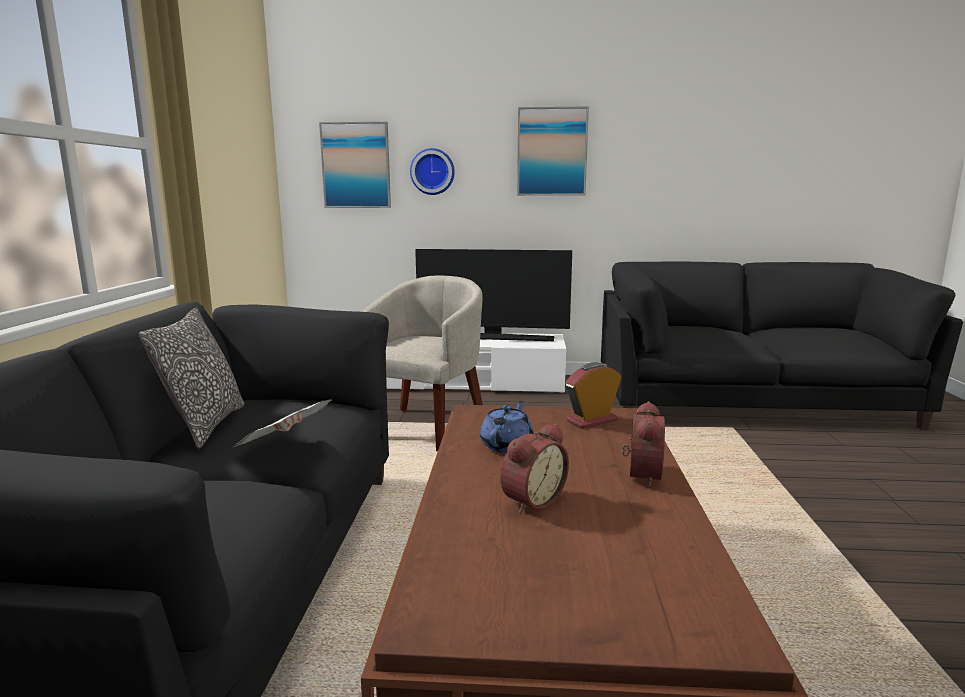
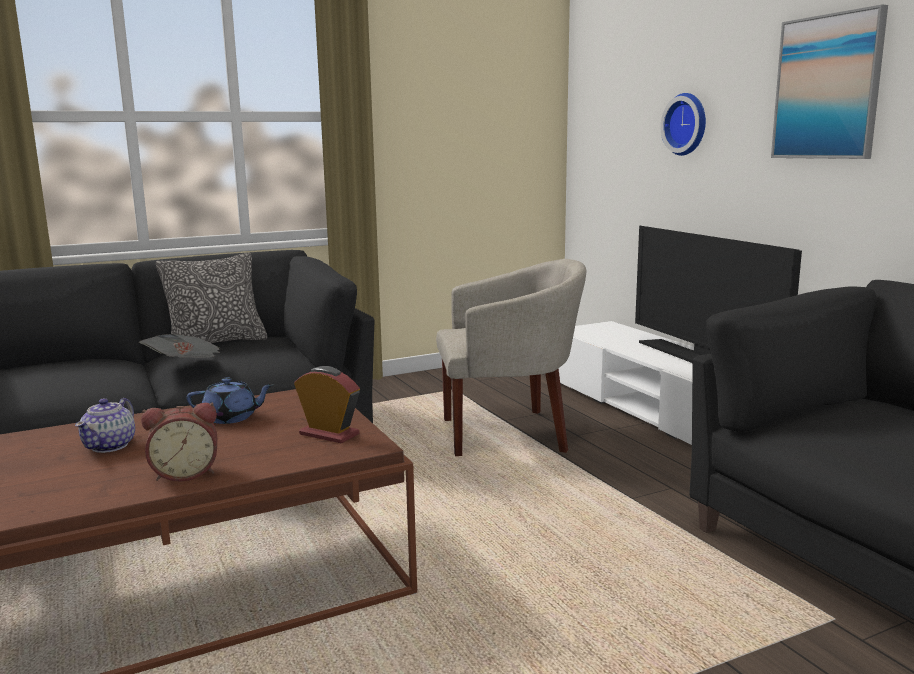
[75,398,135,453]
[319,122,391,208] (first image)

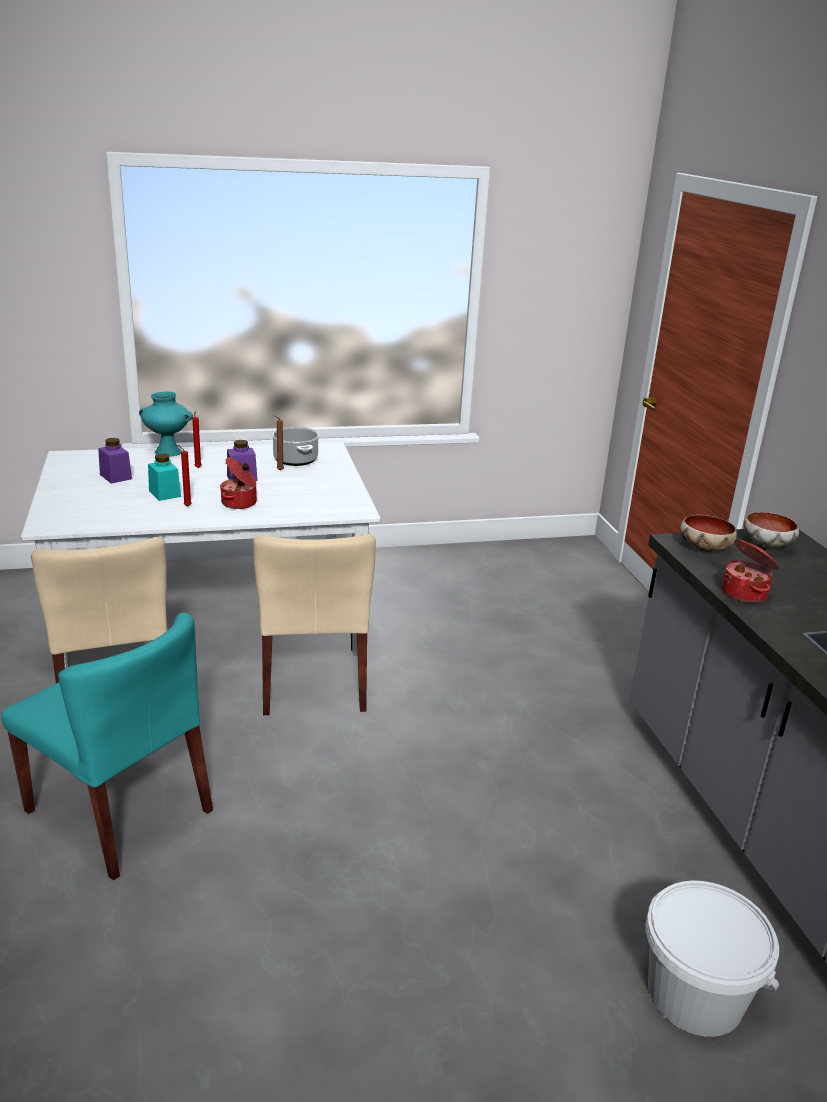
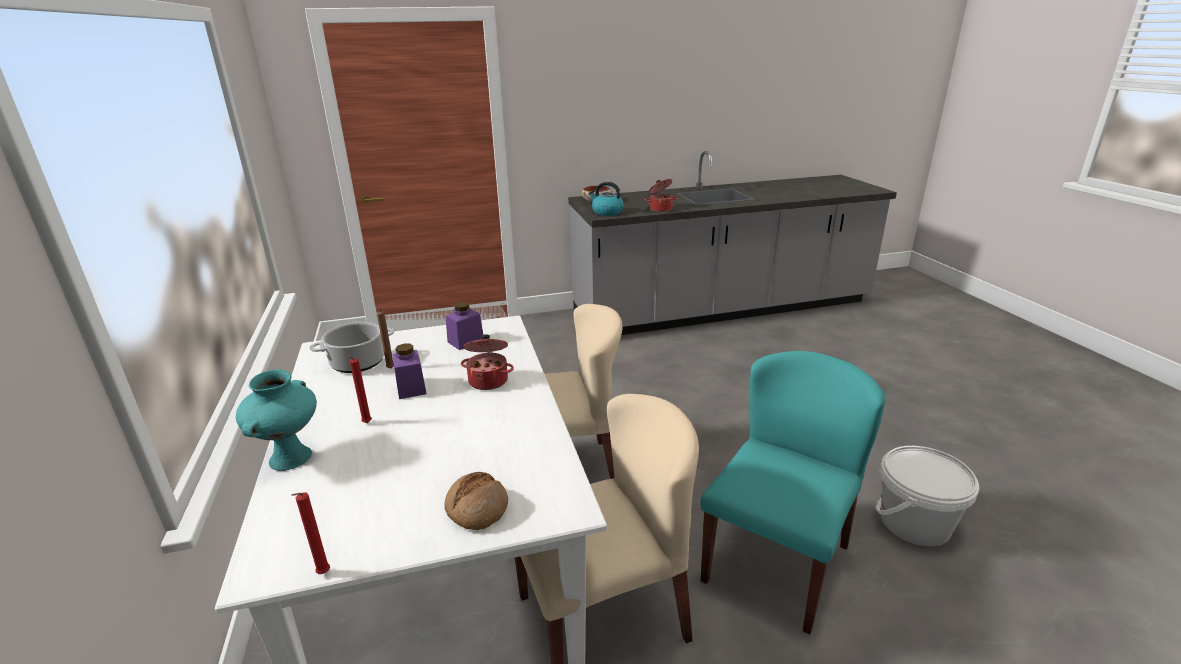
[291,493,330,574]
[444,472,508,530]
[445,302,483,350]
[588,182,624,216]
[875,446,979,546]
[148,454,181,501] (first image)

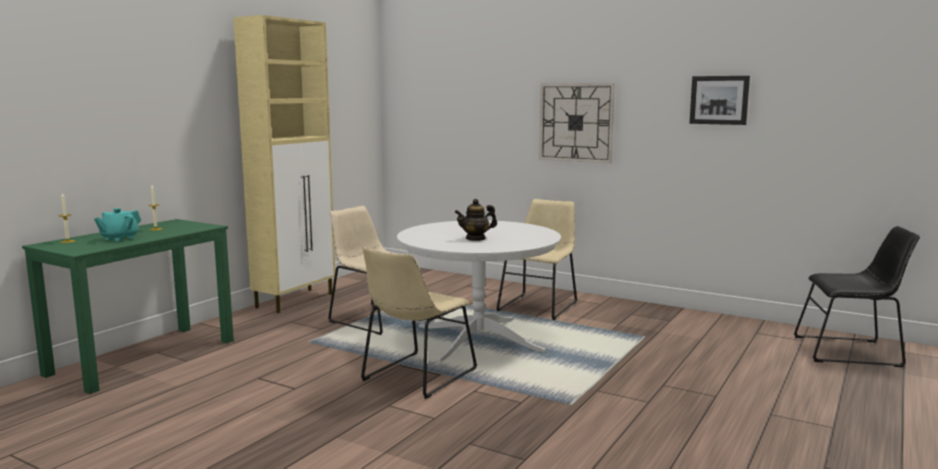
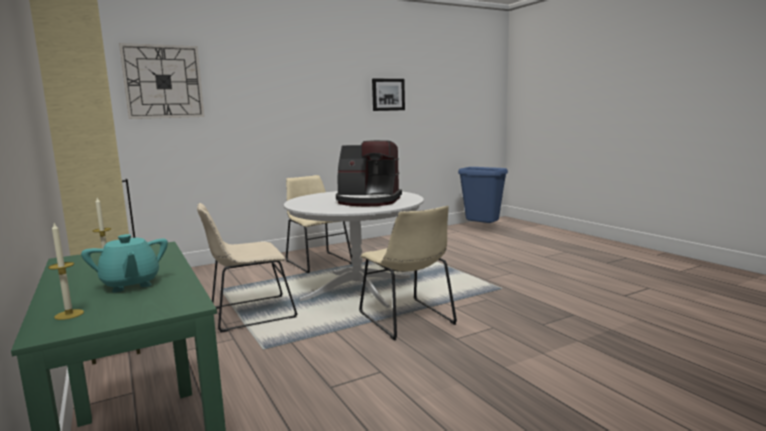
[119,43,204,119]
[336,140,402,206]
[458,167,508,223]

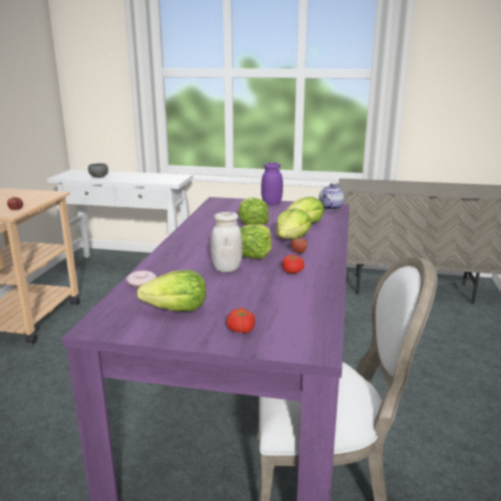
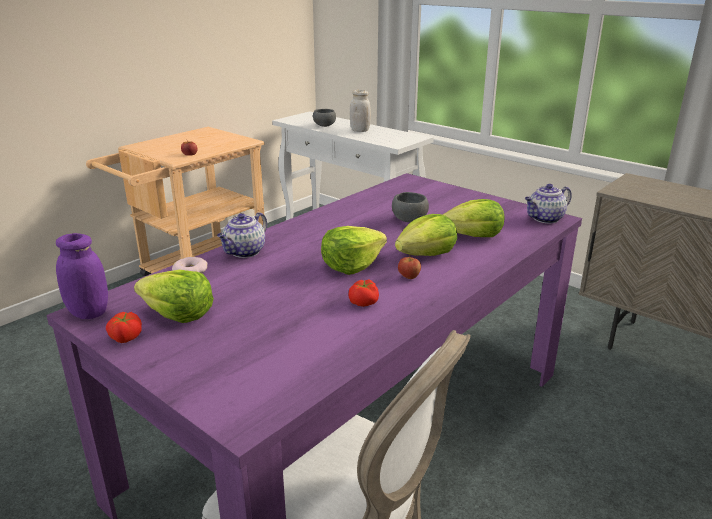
[56,233,108,319]
[106,312,142,343]
[217,212,267,258]
[350,90,371,132]
[392,192,429,222]

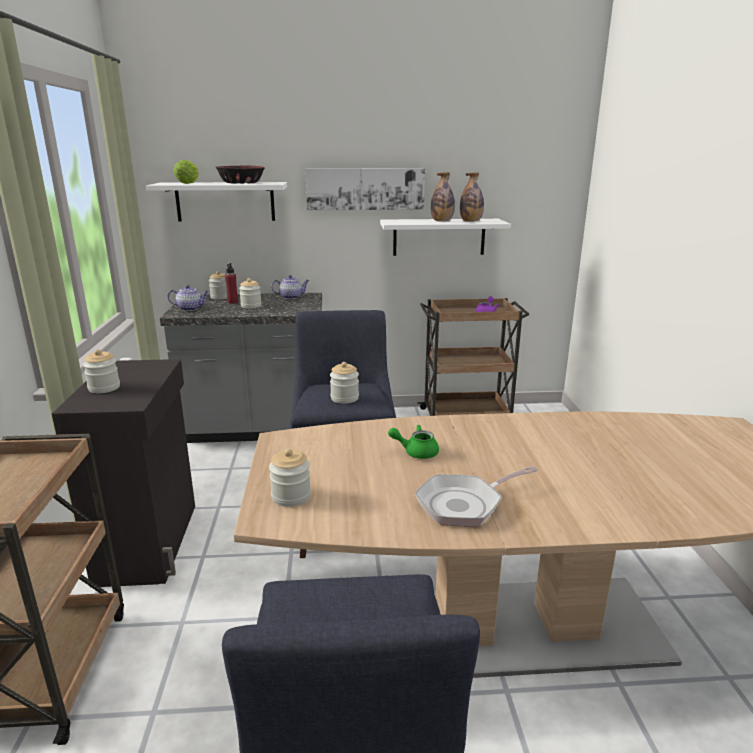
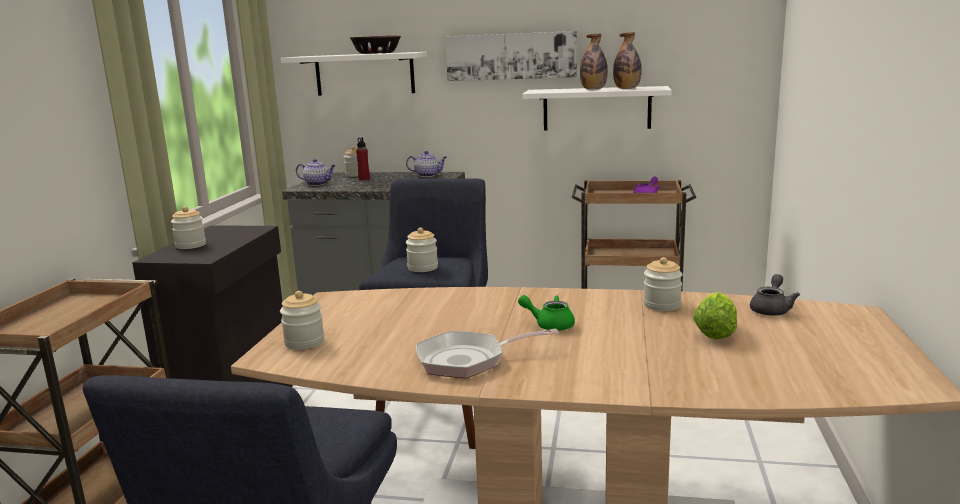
[518,295,575,331]
[643,257,683,311]
[693,292,737,339]
[750,274,800,316]

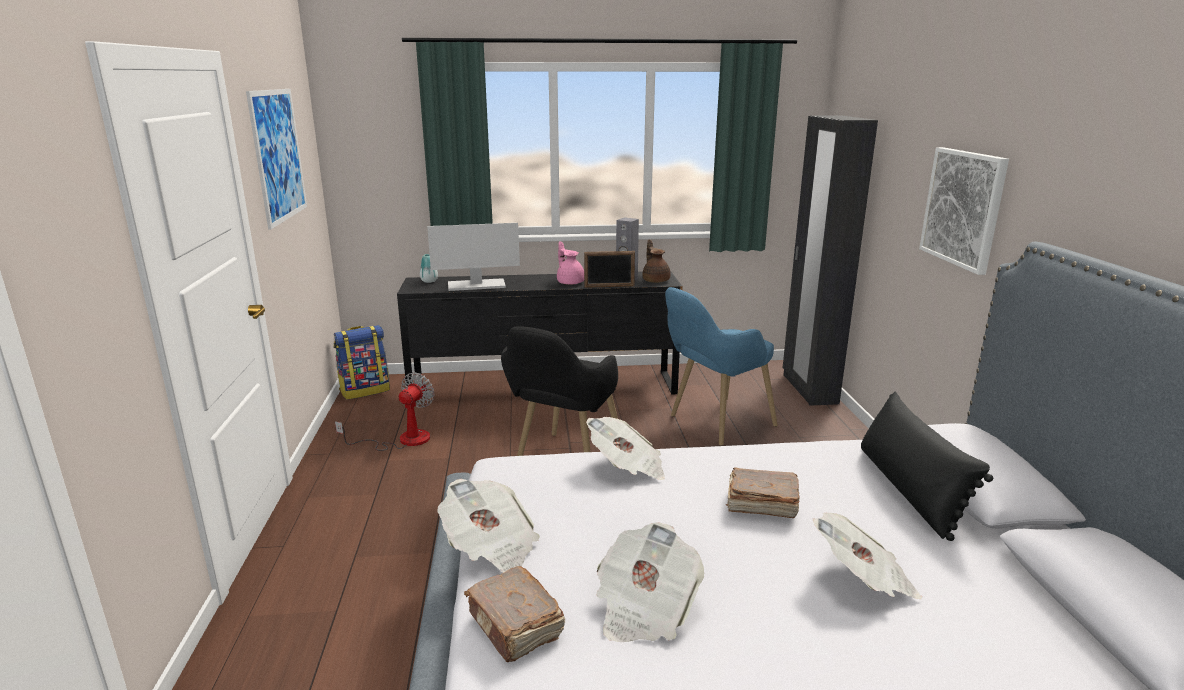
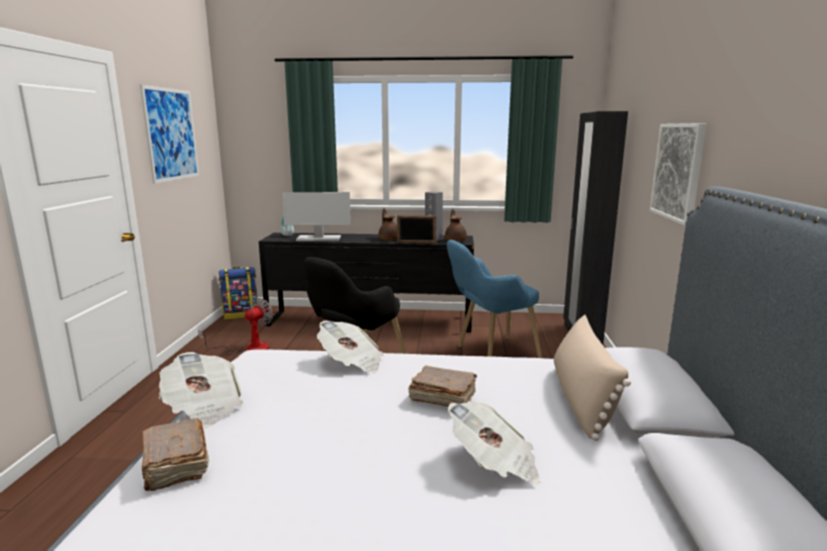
[379,208,397,241]
[554,315,631,441]
[596,522,704,642] (first image)

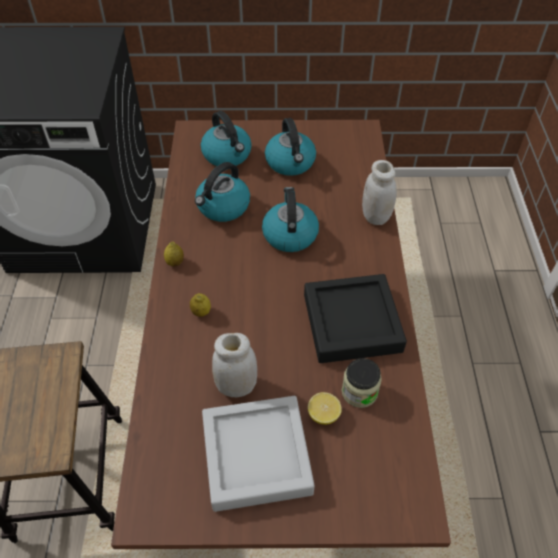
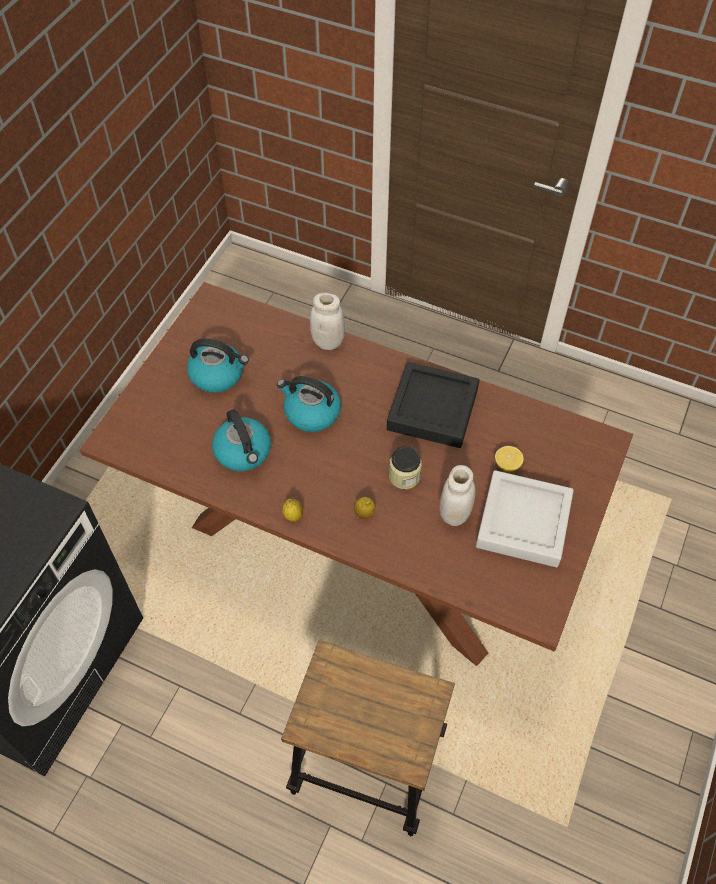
[389,446,422,489]
[201,111,252,166] (first image)

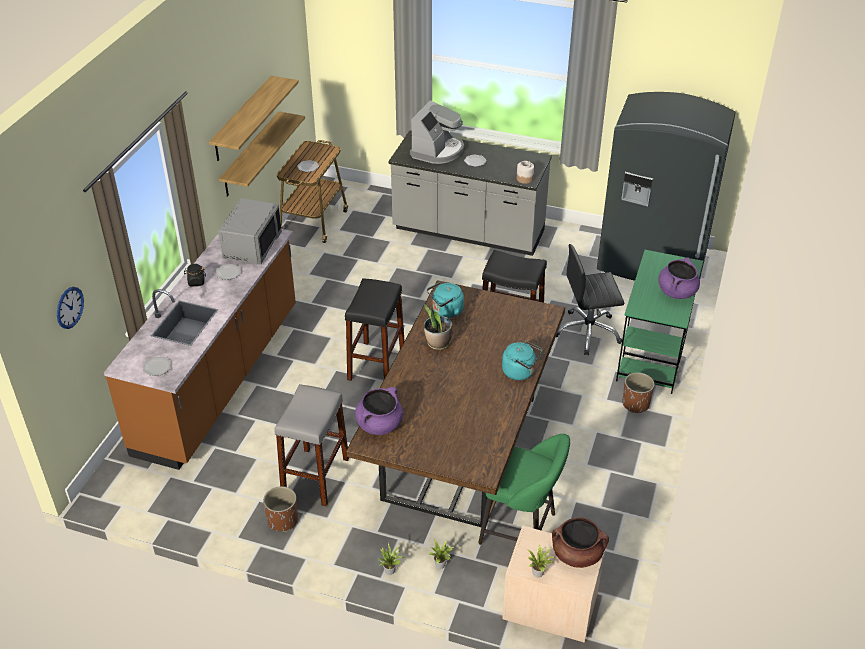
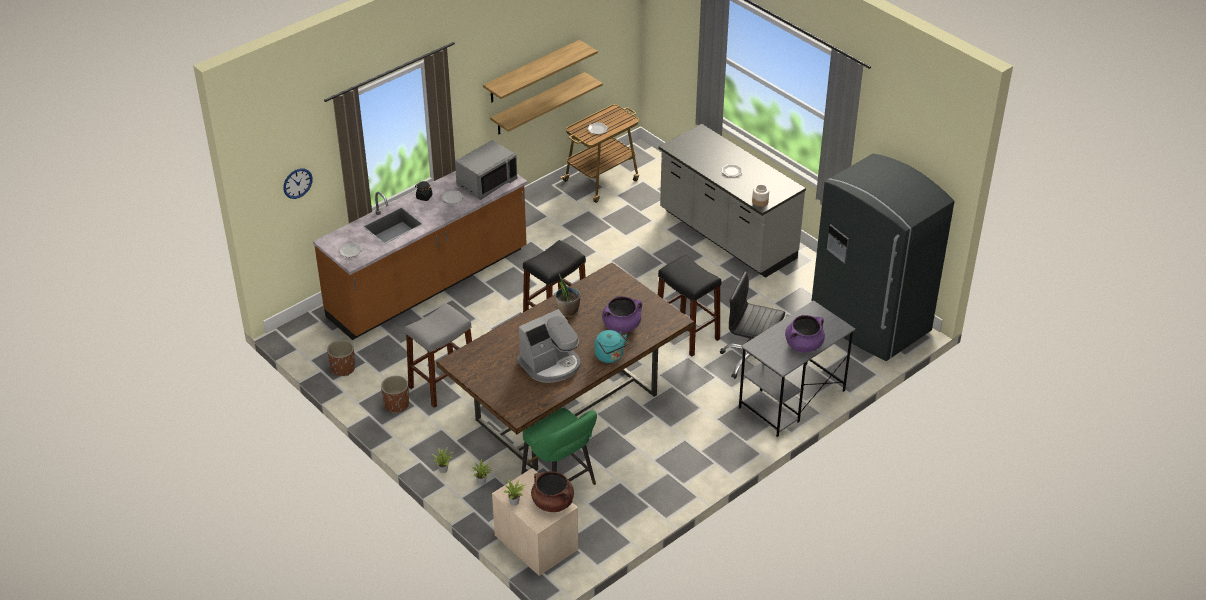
[327,340,355,376]
[517,309,580,383]
[602,296,642,333]
[739,300,855,437]
[427,281,464,318] (first image)

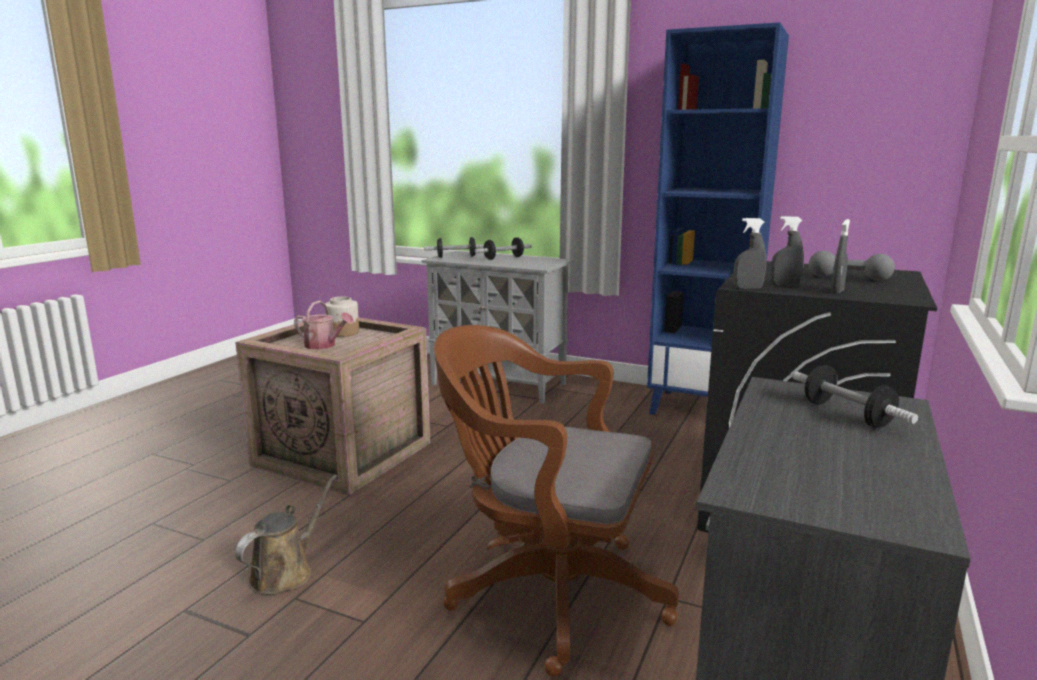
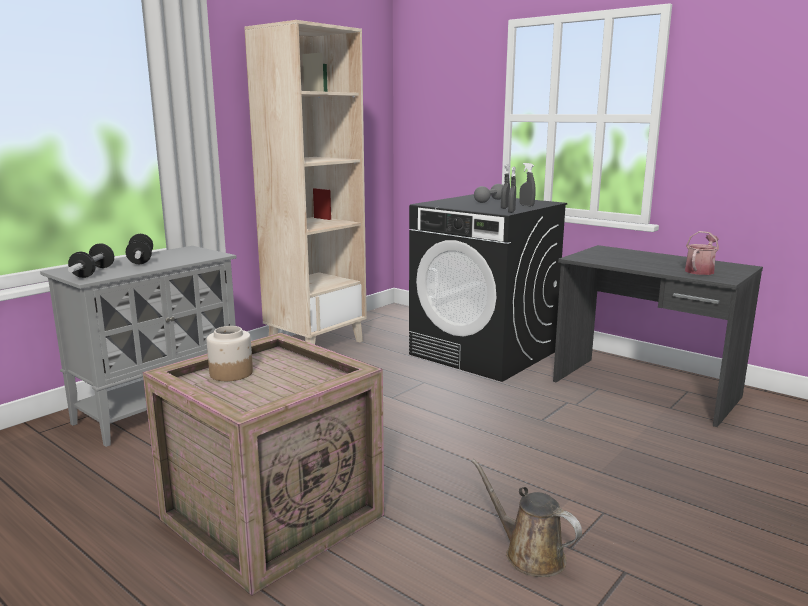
[244,20,367,345]
[685,231,719,275]
[434,325,679,677] (first image)
[792,365,918,428] (first image)

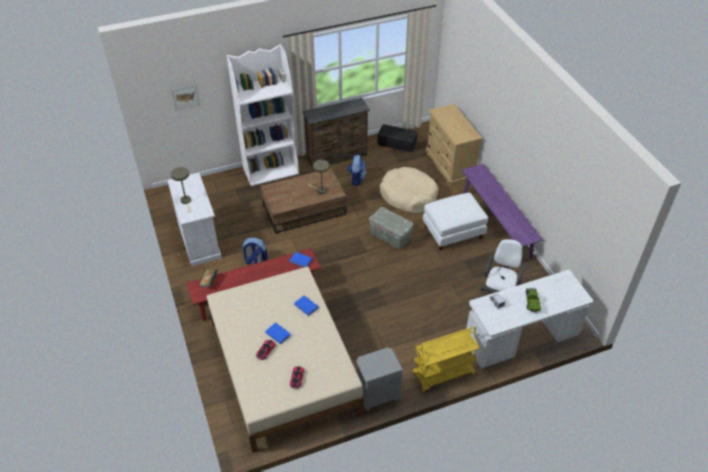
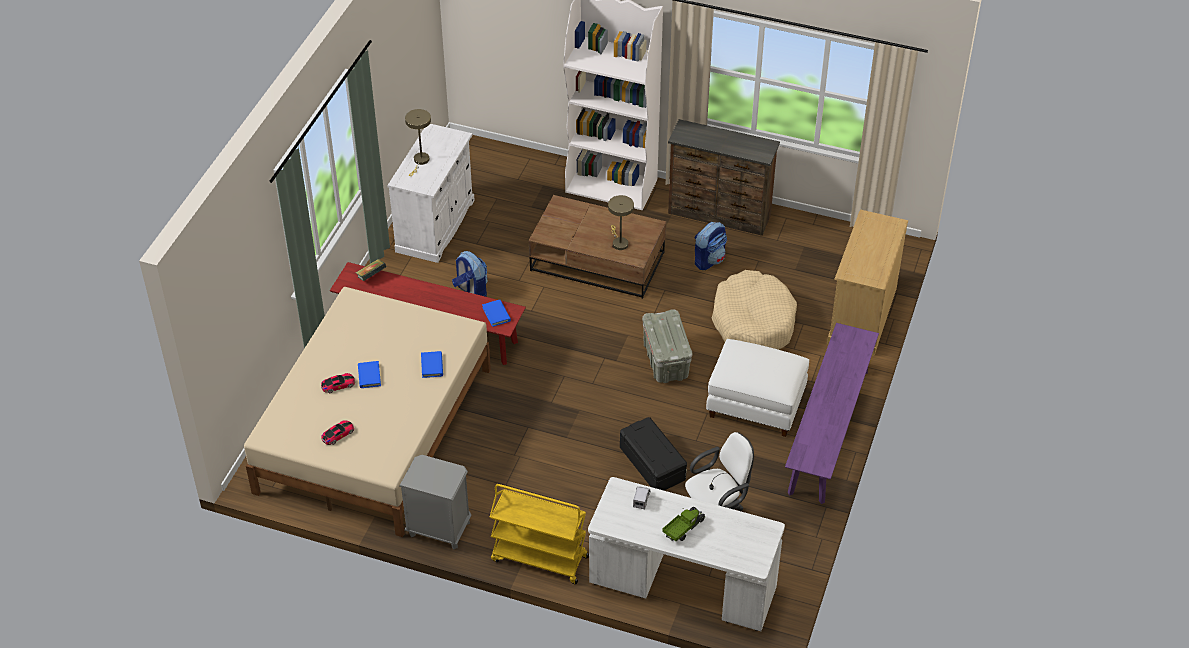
[620,417,687,490]
[172,85,200,111] (first image)

